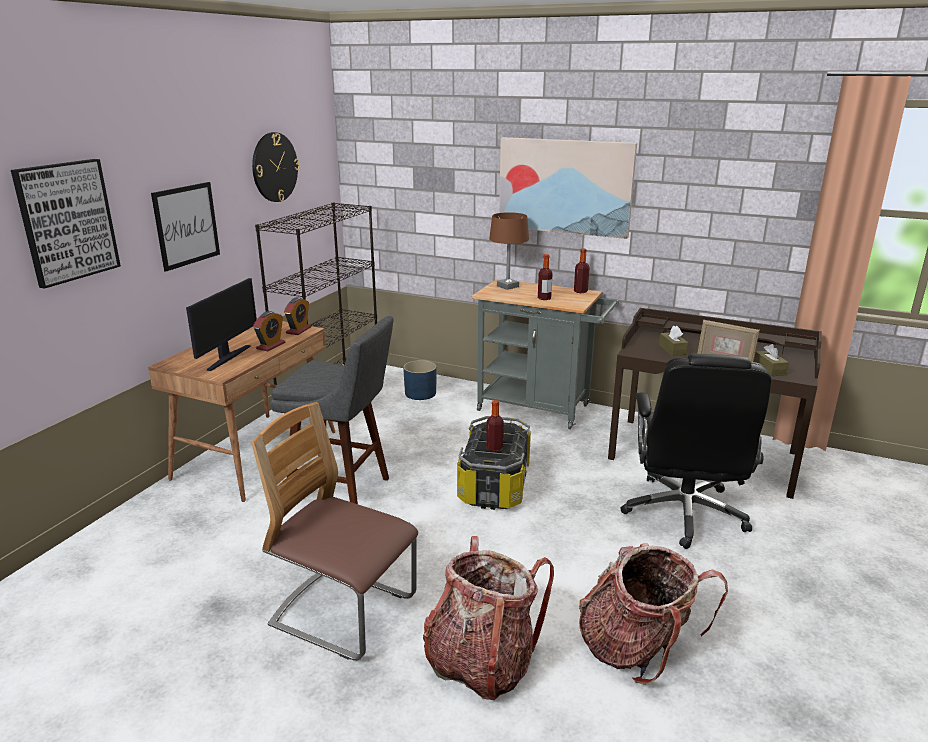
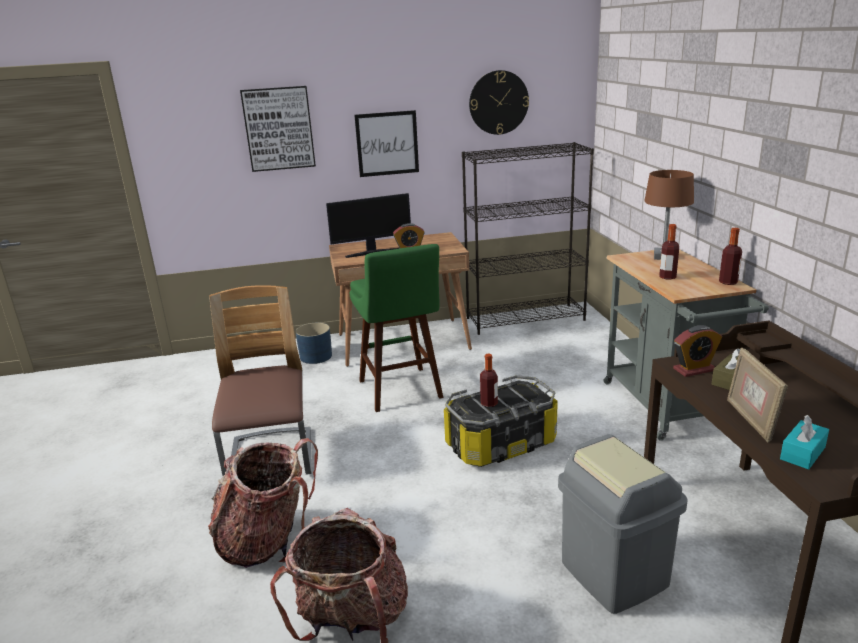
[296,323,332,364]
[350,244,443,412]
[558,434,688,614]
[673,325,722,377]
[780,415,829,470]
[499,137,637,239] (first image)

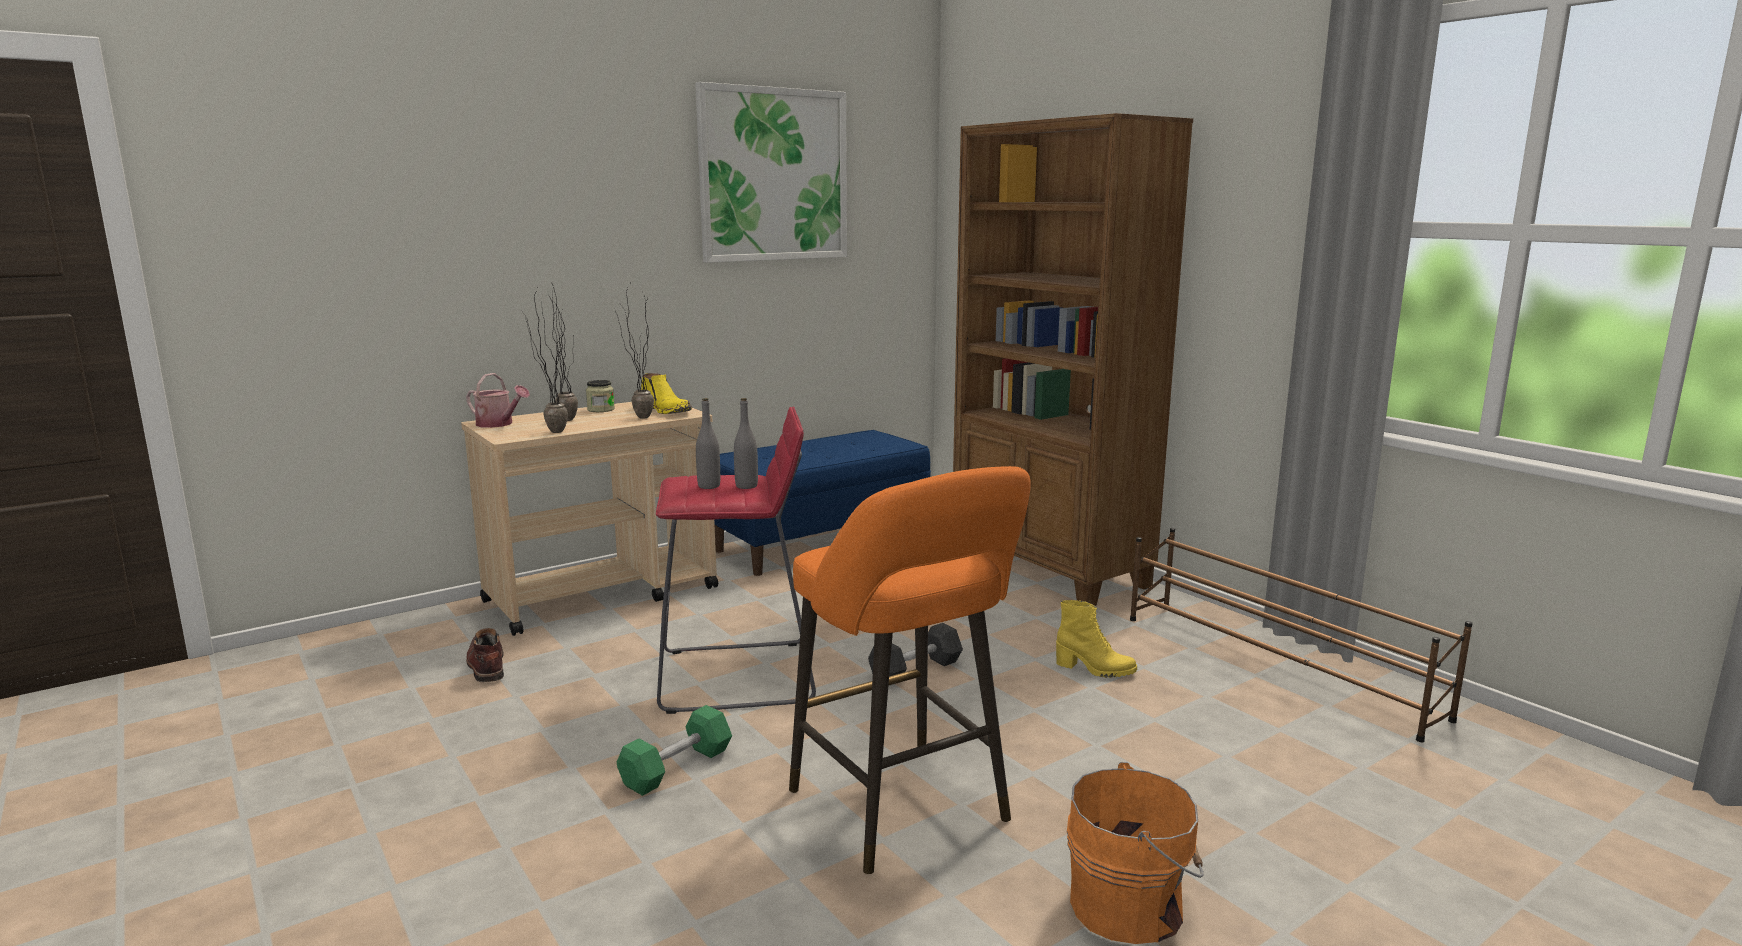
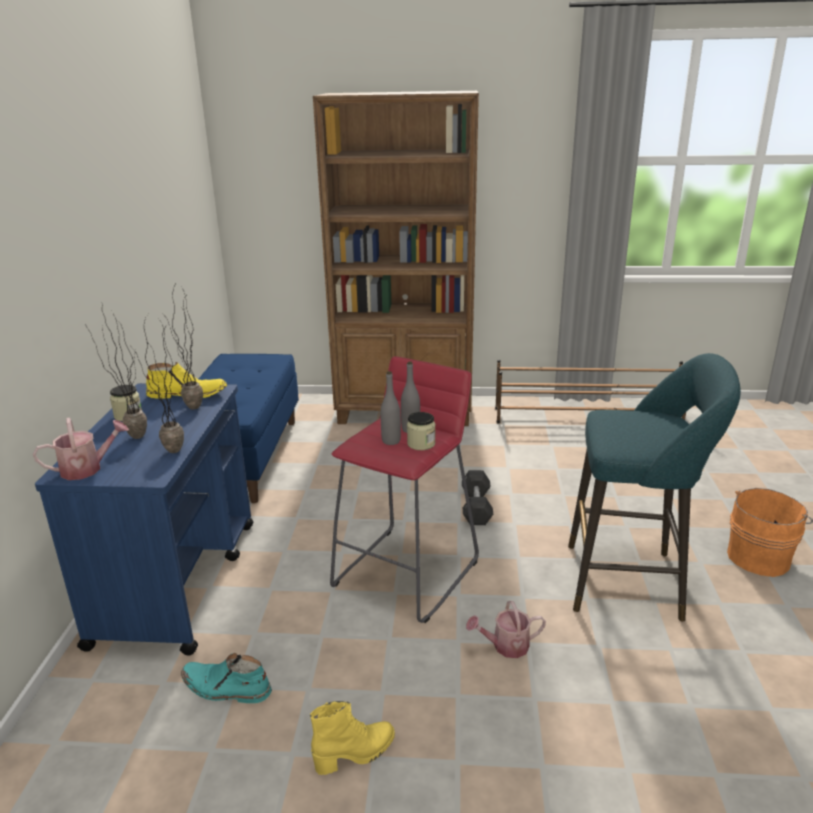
[35,383,254,655]
[181,653,272,703]
[310,701,395,775]
[407,412,435,450]
[466,601,546,658]
[568,353,741,621]
[695,82,847,263] (first image)

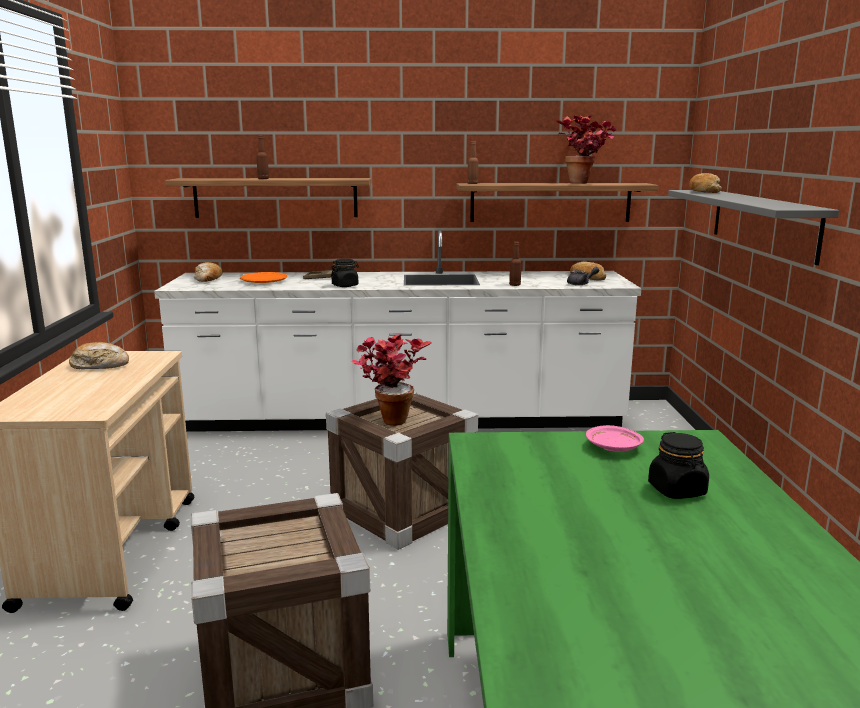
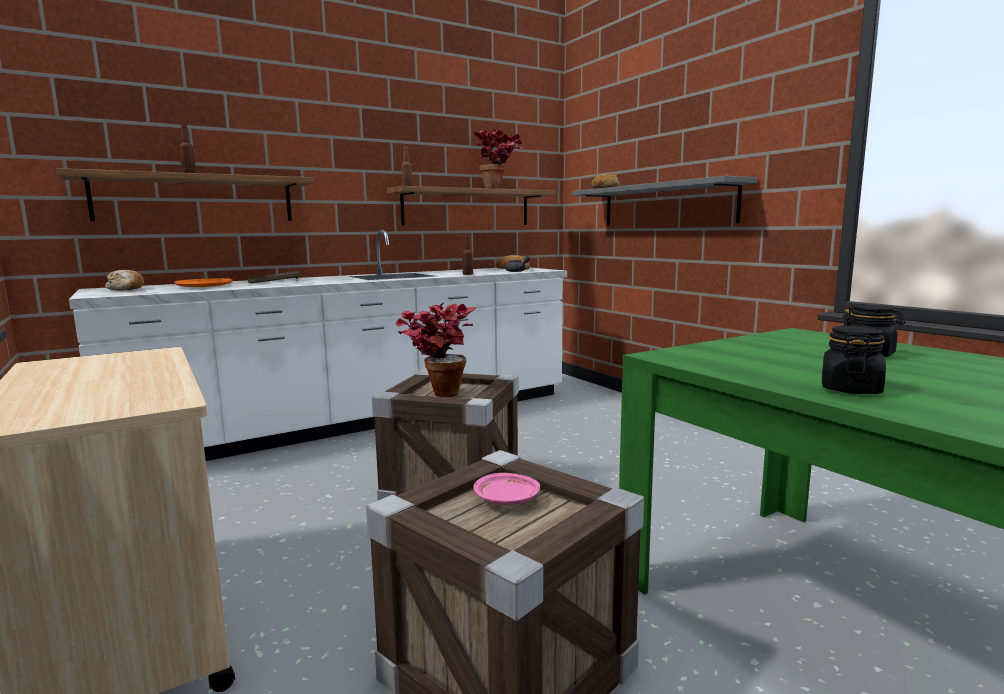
[473,473,540,505]
[822,326,886,394]
[69,342,129,369] (first image)

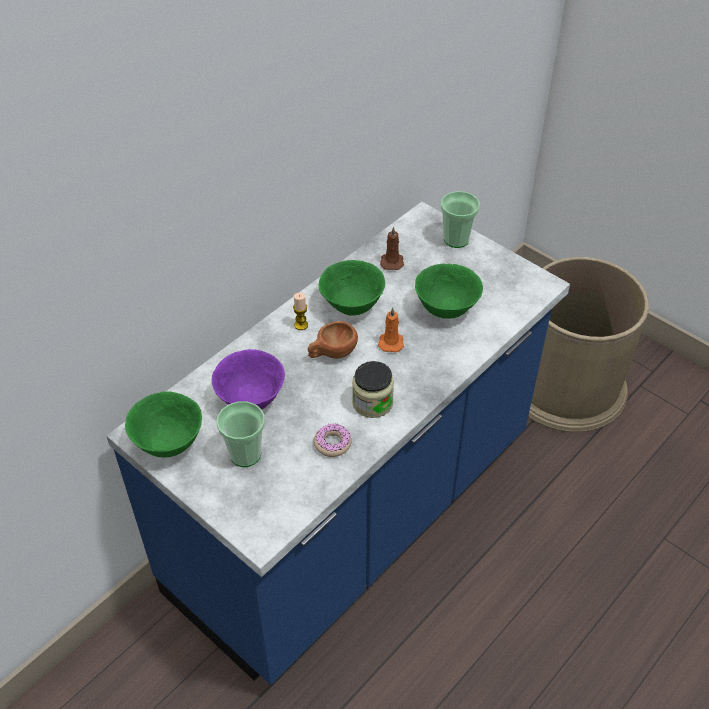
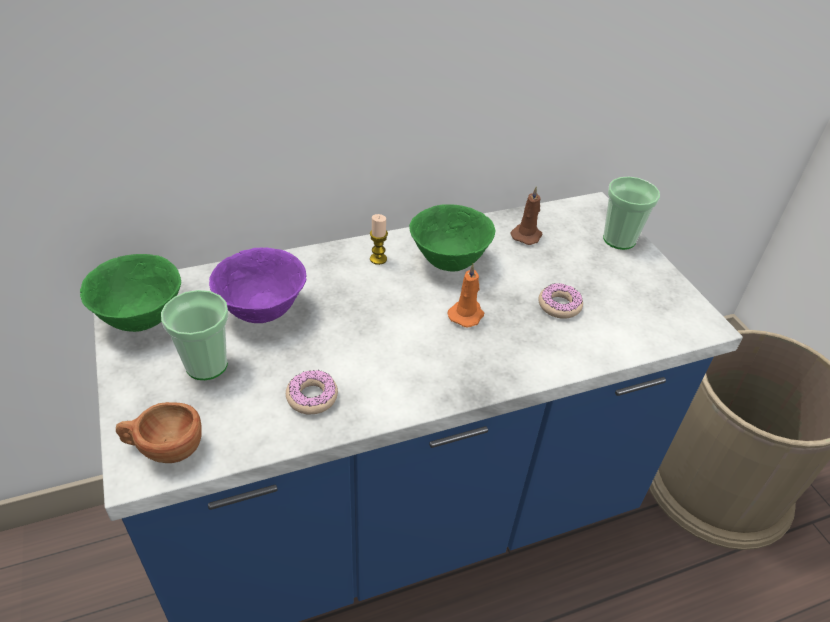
[116,402,202,463]
[538,283,583,319]
[352,361,394,418] (first image)

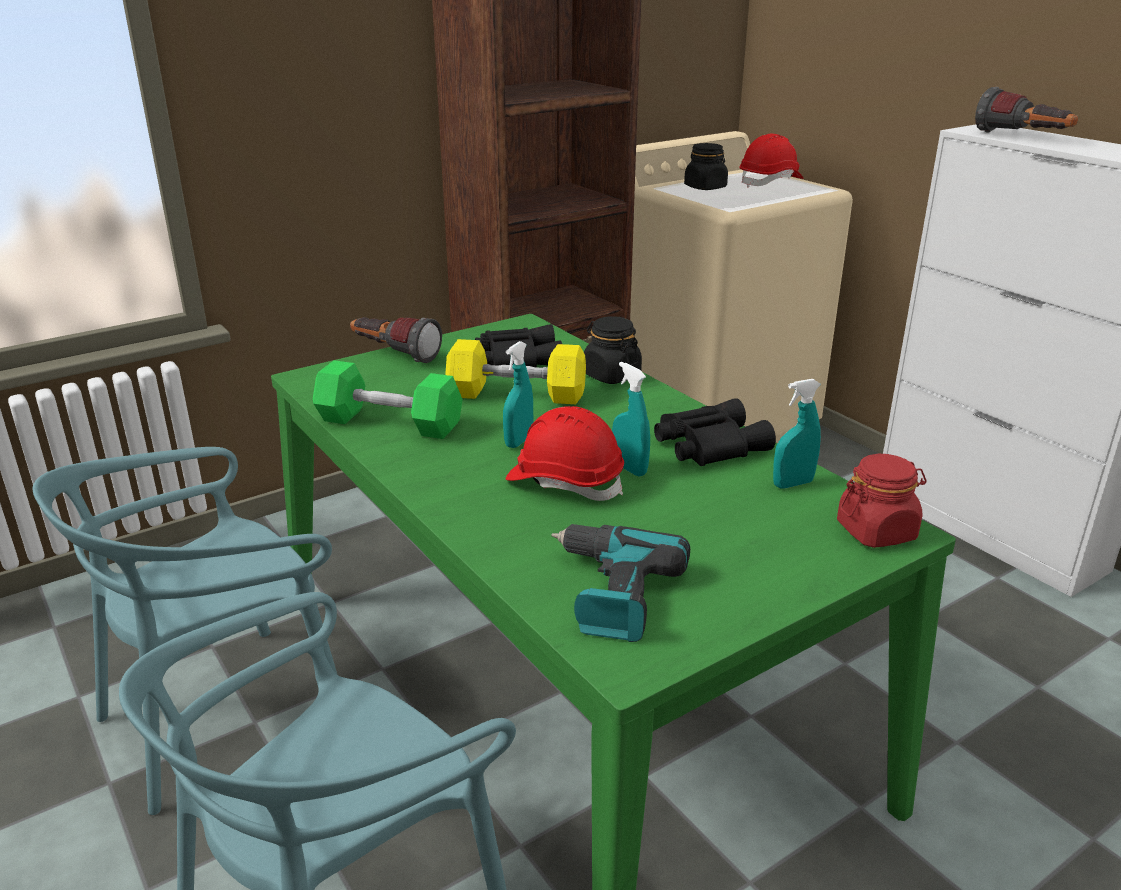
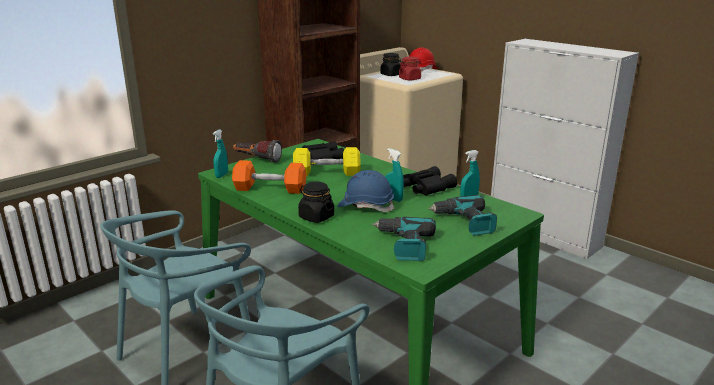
[213,129,228,178]
[232,160,306,194]
[298,182,334,223]
[338,170,394,212]
[399,57,422,80]
[428,195,497,236]
[975,87,1078,132] (first image)

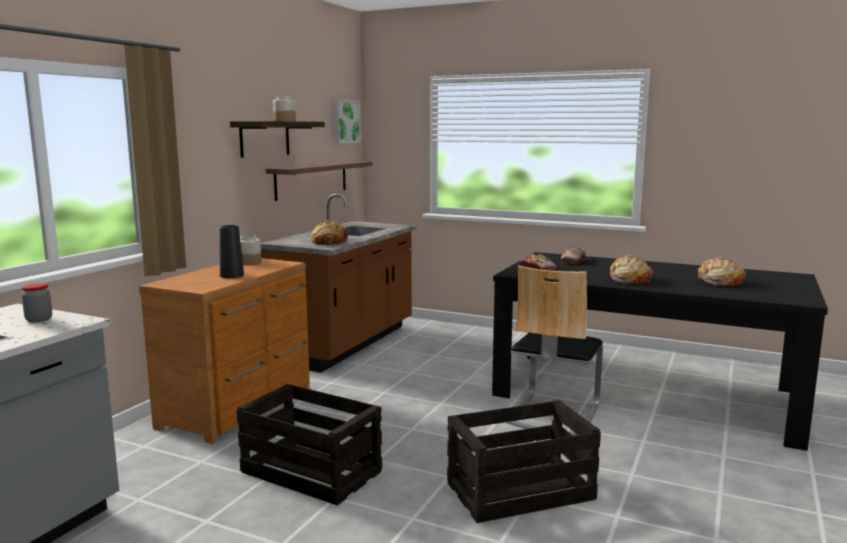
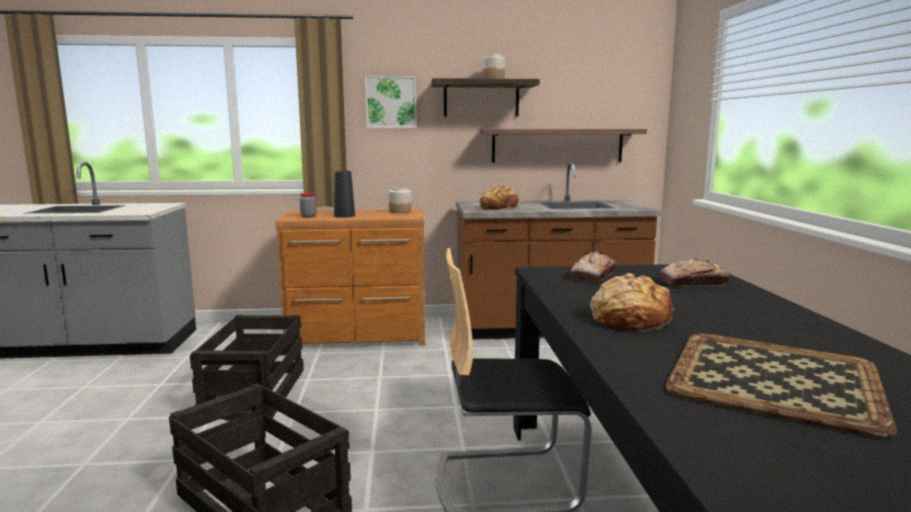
[300,193,317,217]
[365,76,417,128]
[666,333,897,438]

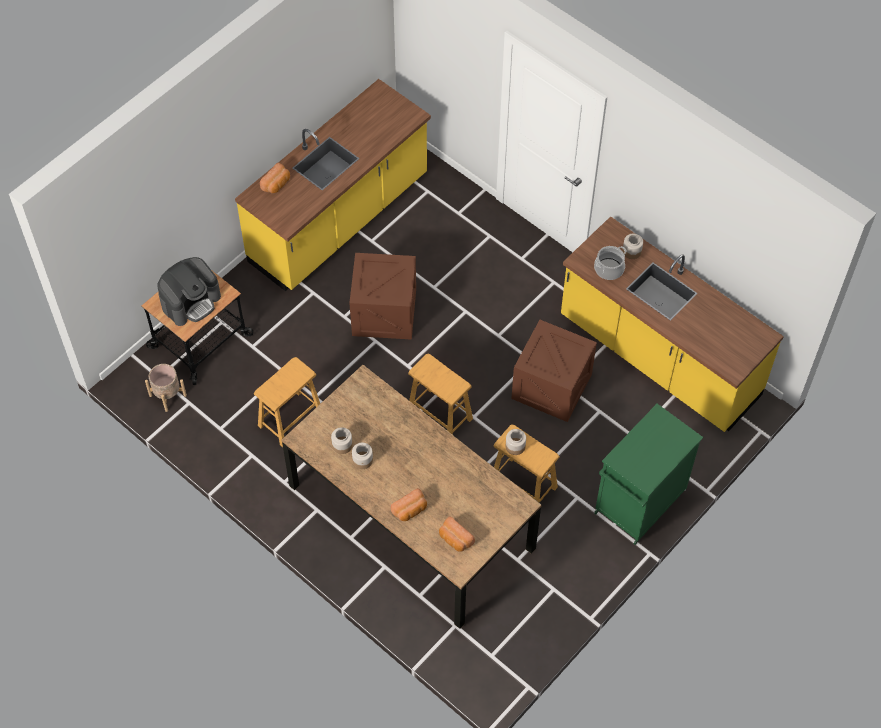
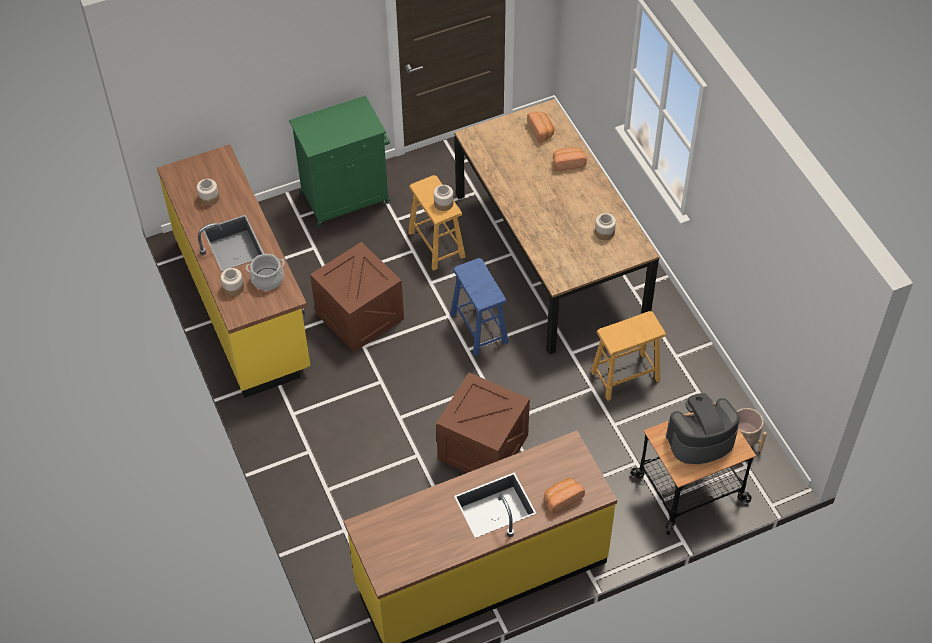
[197,179,219,206]
[450,258,509,356]

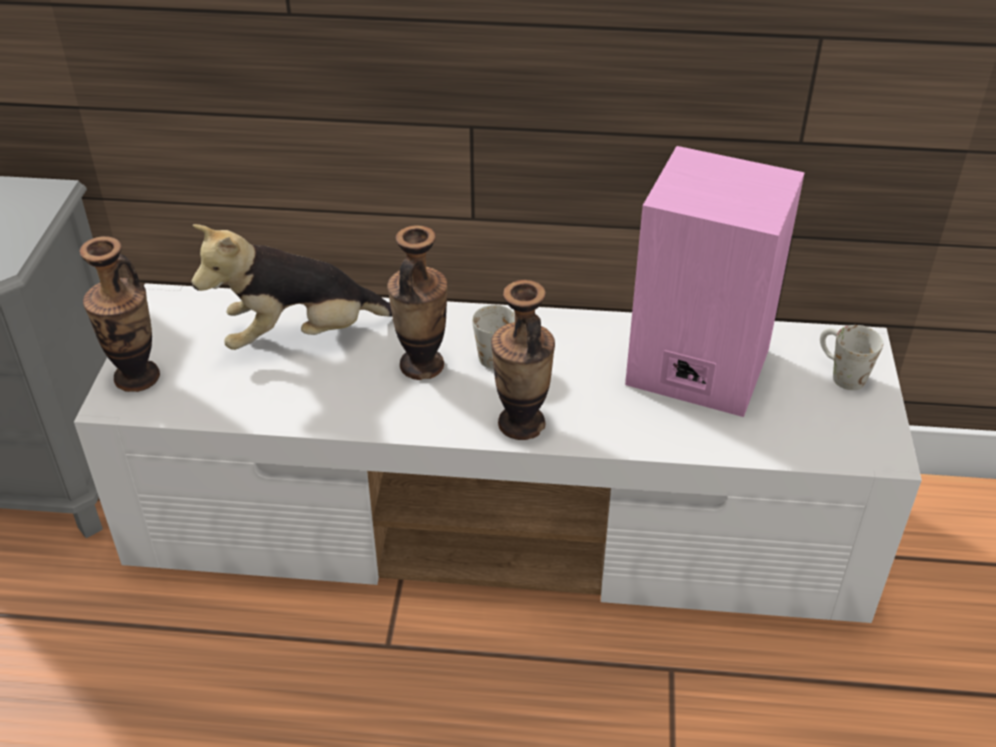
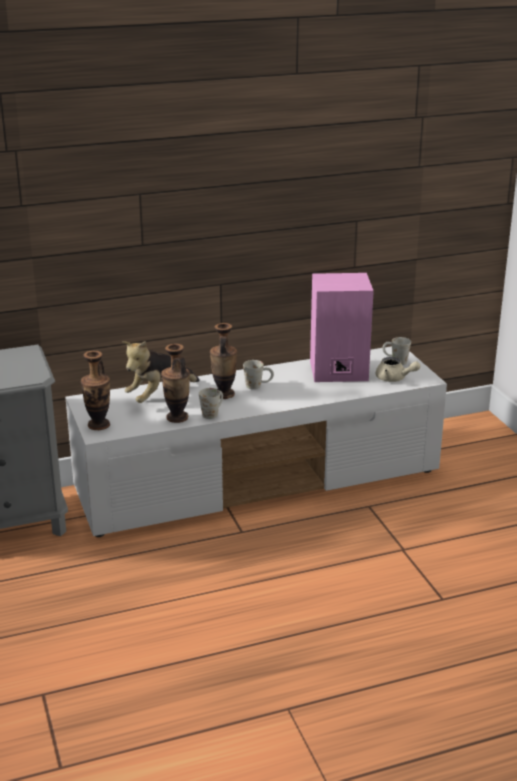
[161,344,190,423]
[199,388,223,419]
[376,357,420,382]

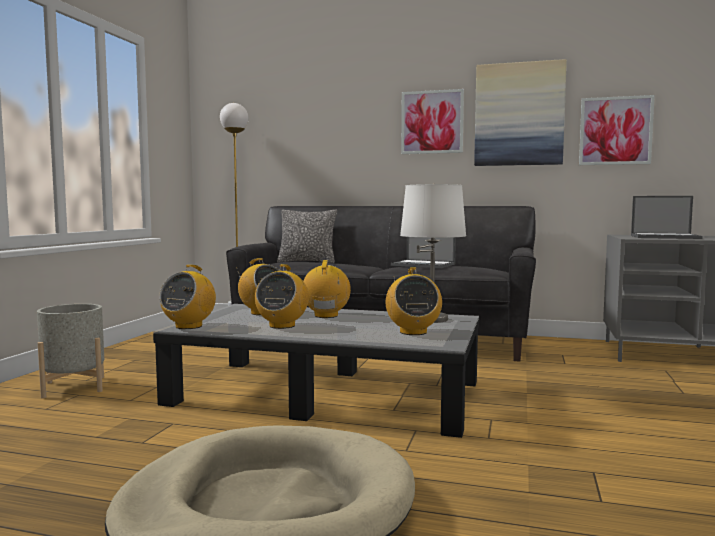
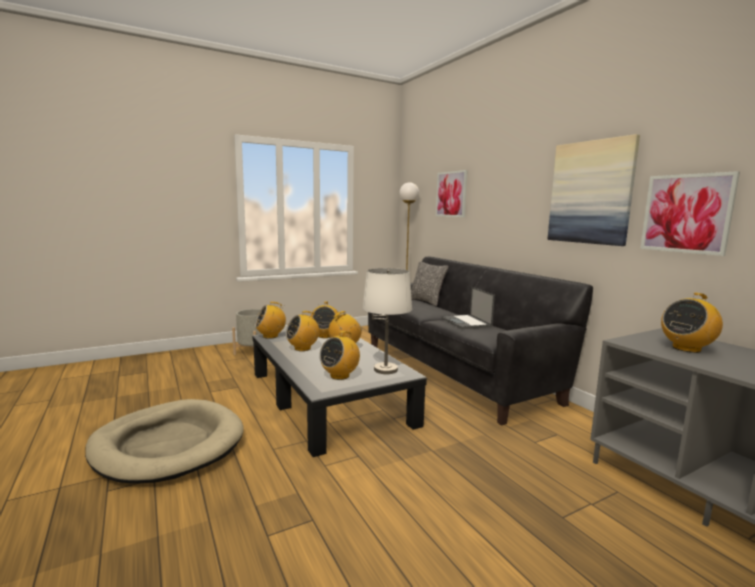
[436,170,468,217]
[661,293,723,353]

